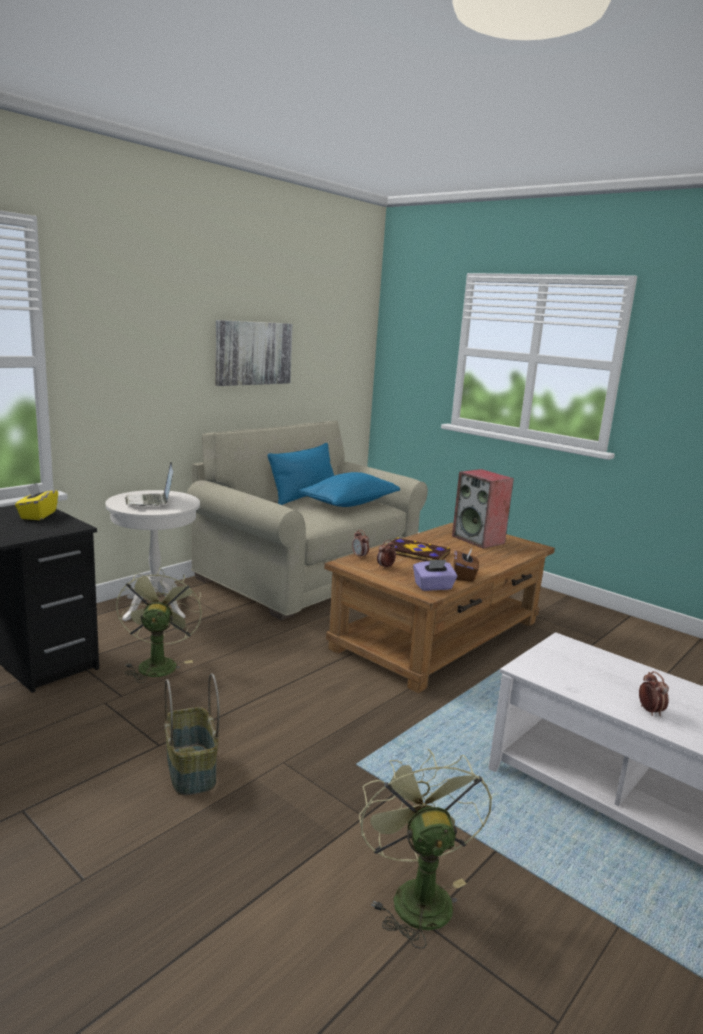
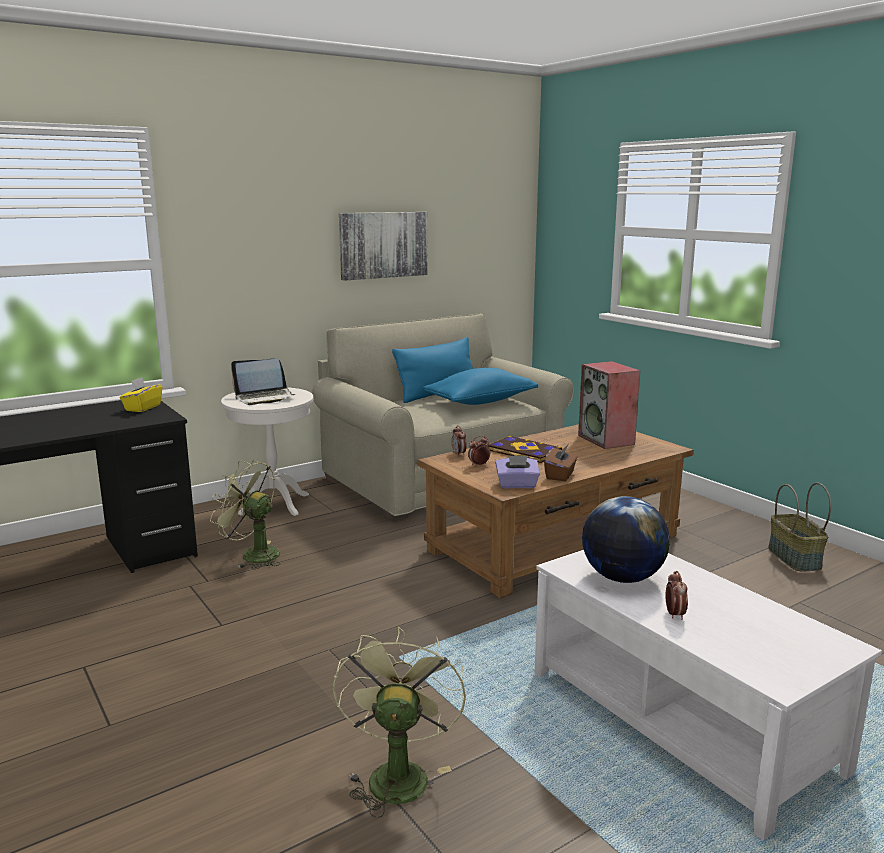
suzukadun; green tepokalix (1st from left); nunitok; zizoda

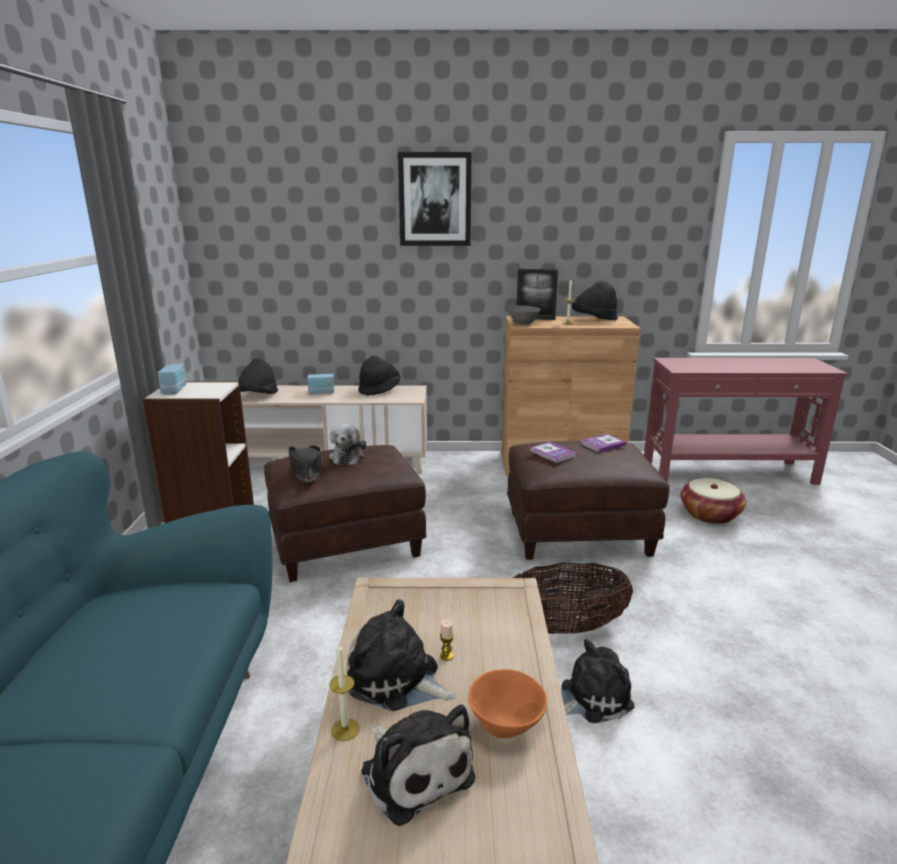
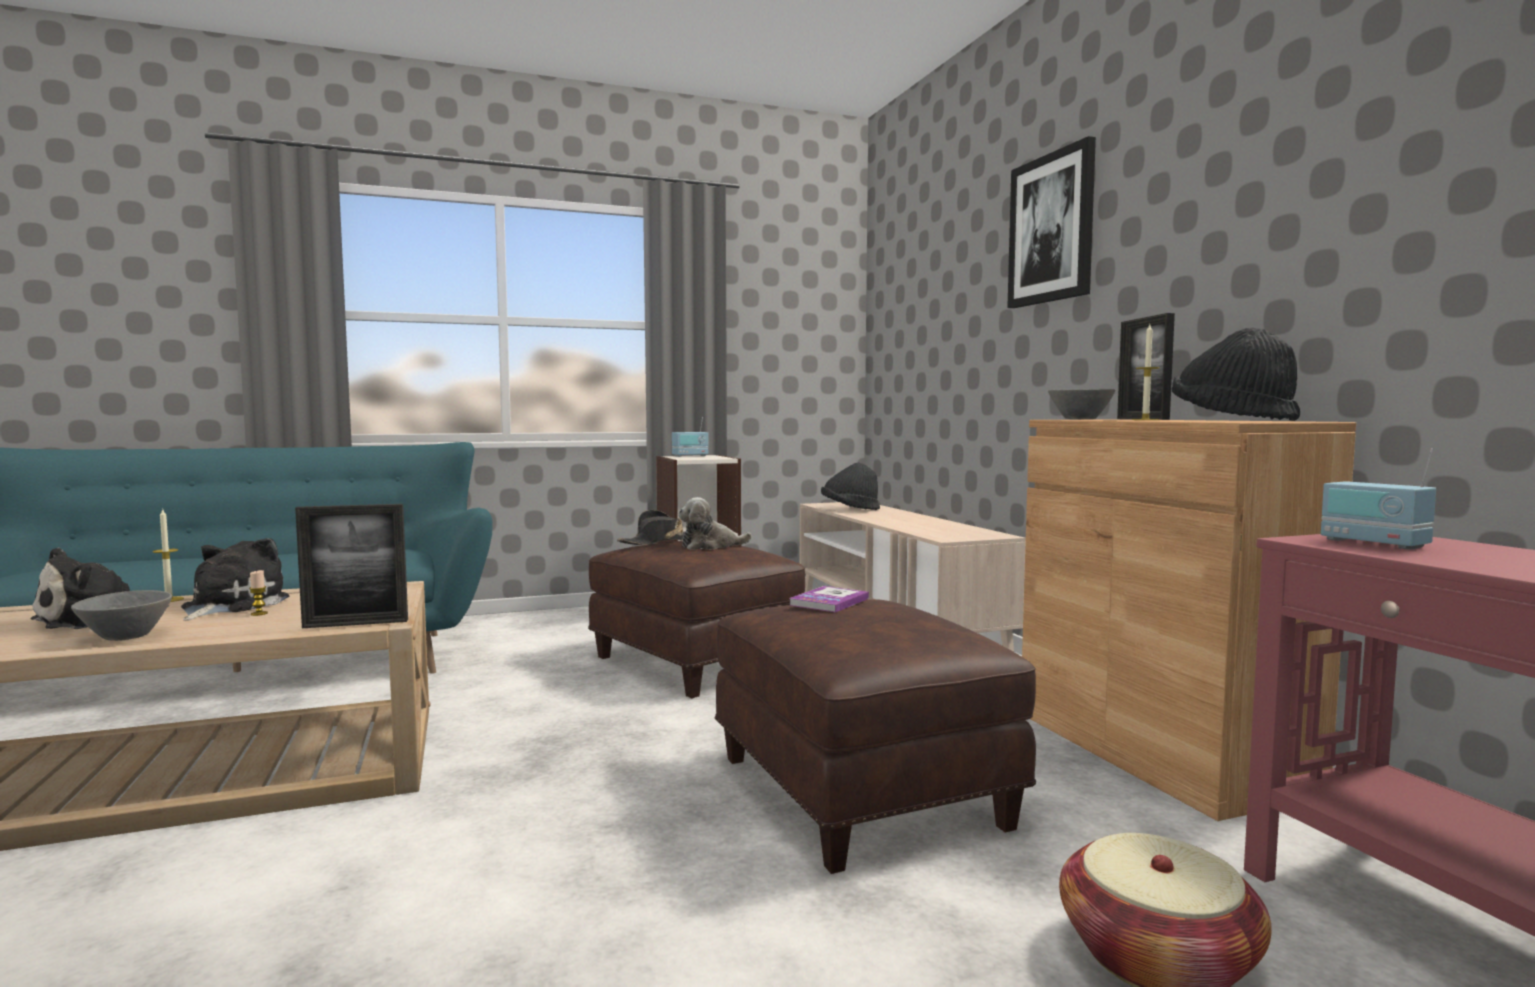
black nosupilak (3rd from left in the first image); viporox (2nd from left); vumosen (2nd from left in the first image); nunitok (1st from left in the first image); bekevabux (4th from left in the first image); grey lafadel (1st from left); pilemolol (1st from left)

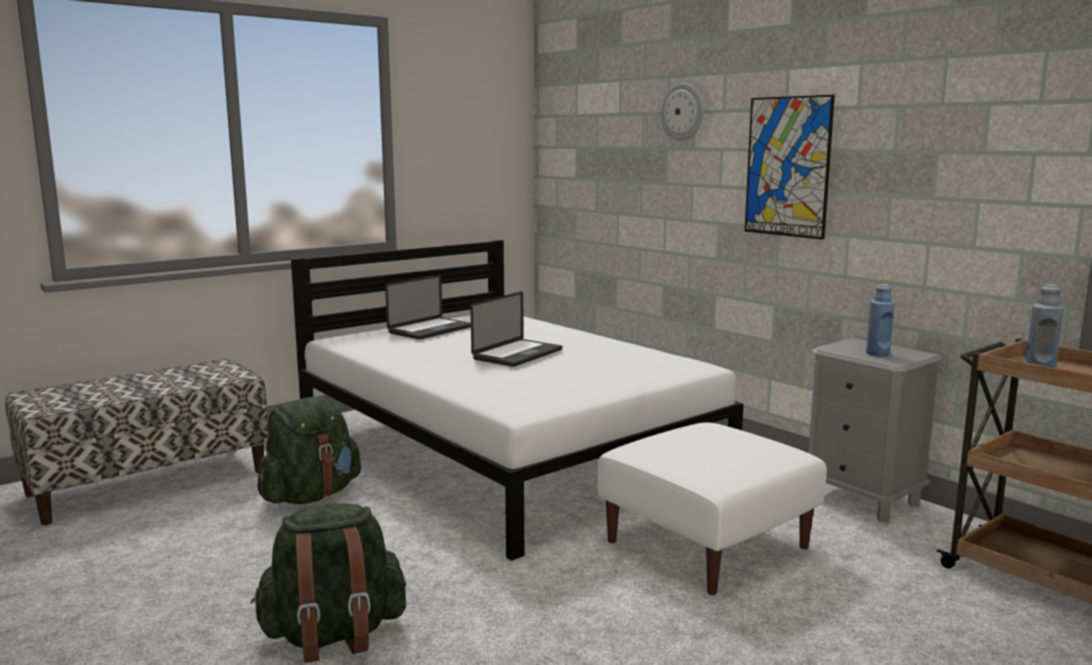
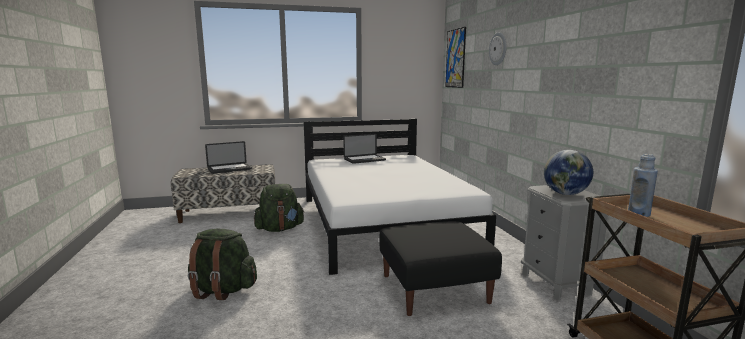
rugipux; zizoda; suzukadun (1st from left); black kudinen

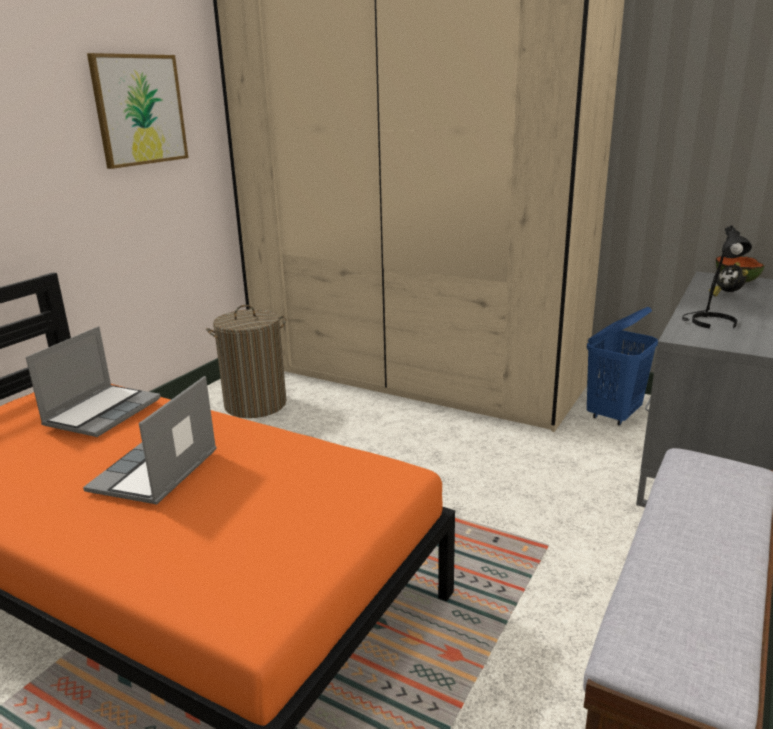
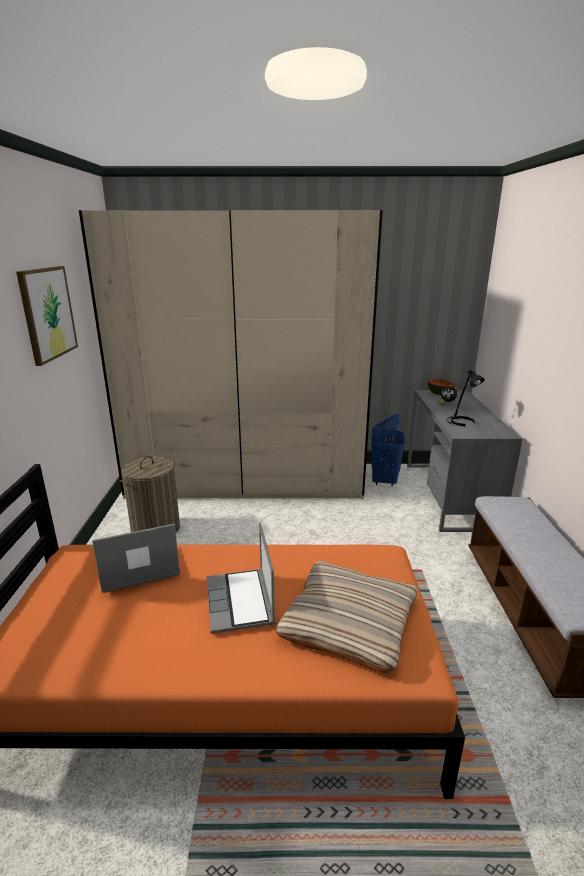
suzukadun (1st from left); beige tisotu

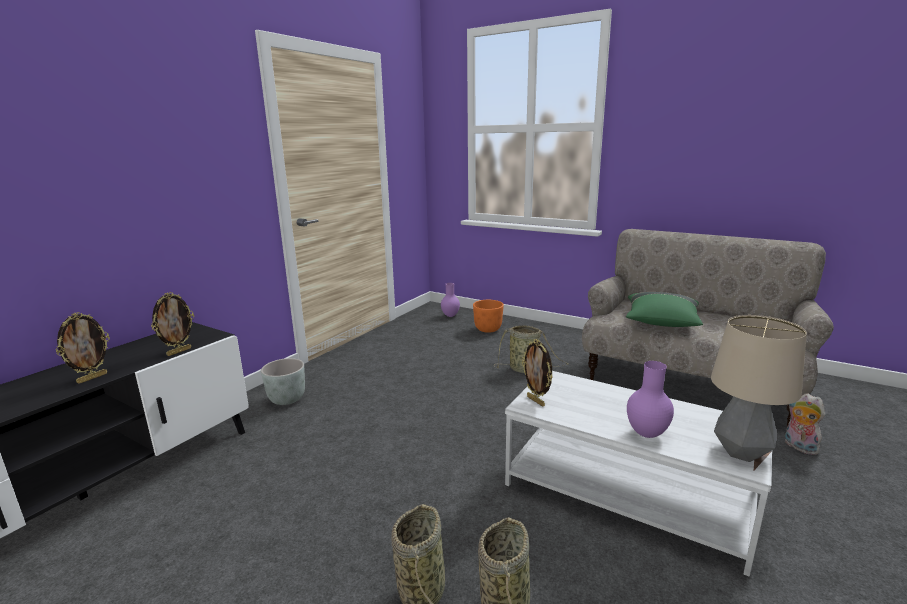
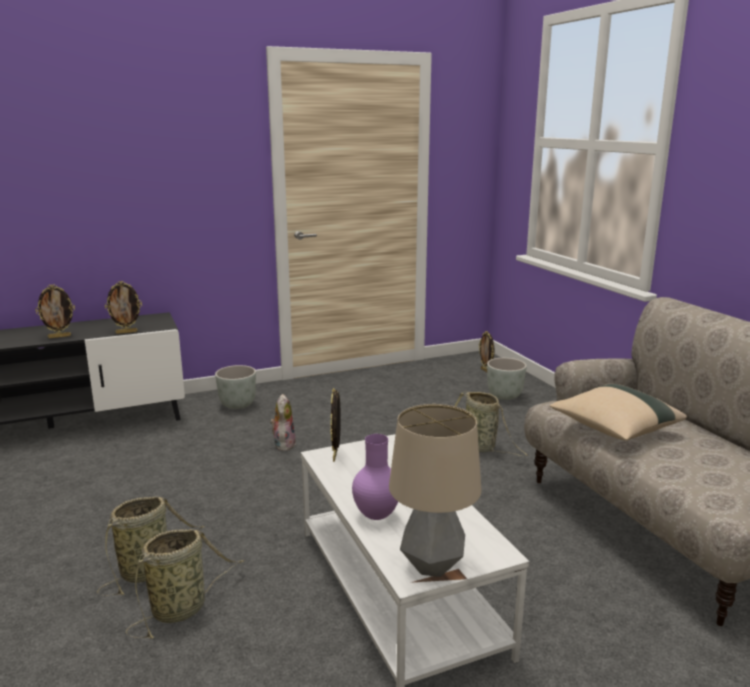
pilemolol (4th from left); beige tisotu; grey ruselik (2nd from left); bekevabux

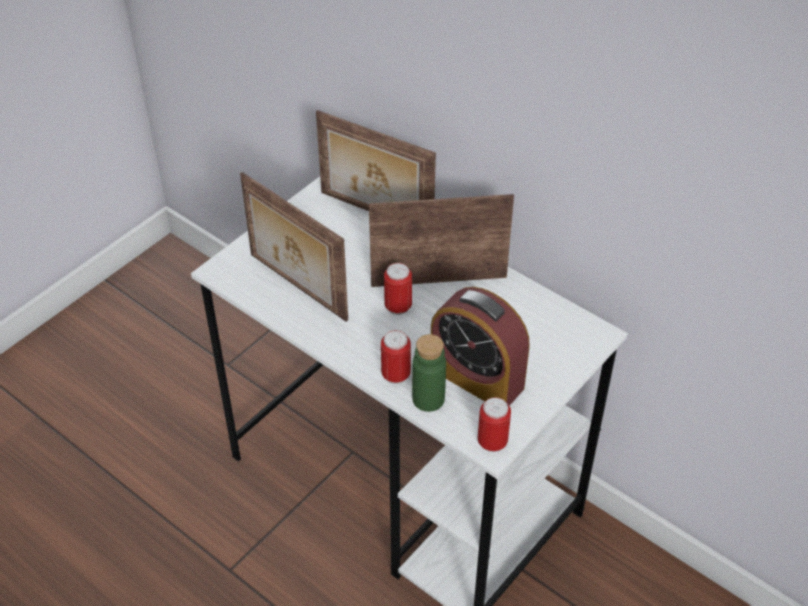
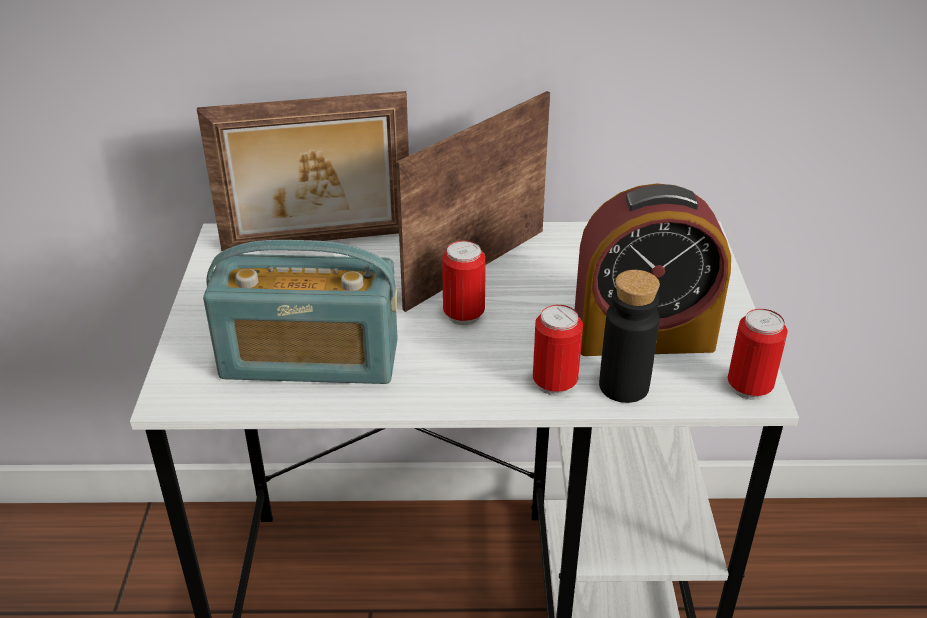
viporox; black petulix

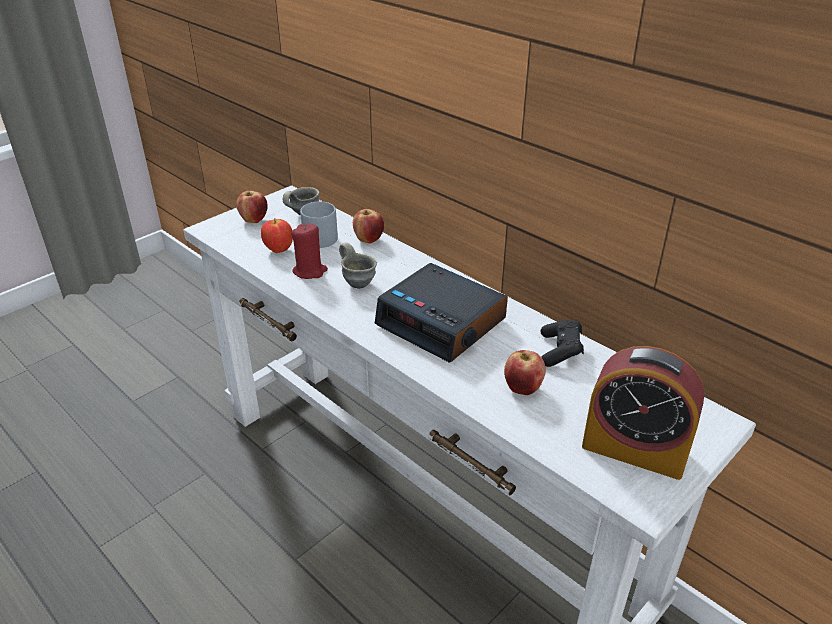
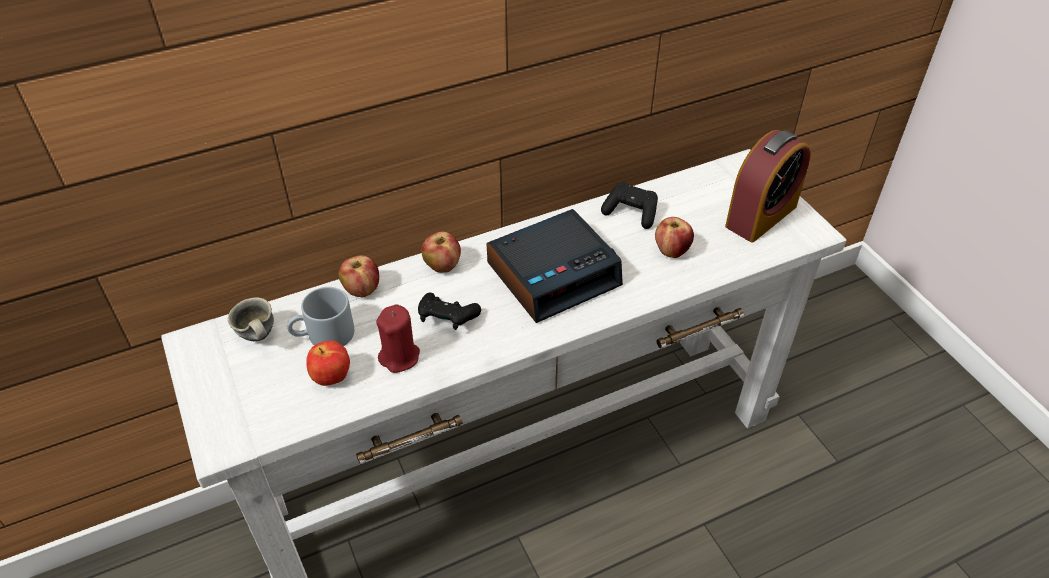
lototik (3rd from left); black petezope (1st from left)

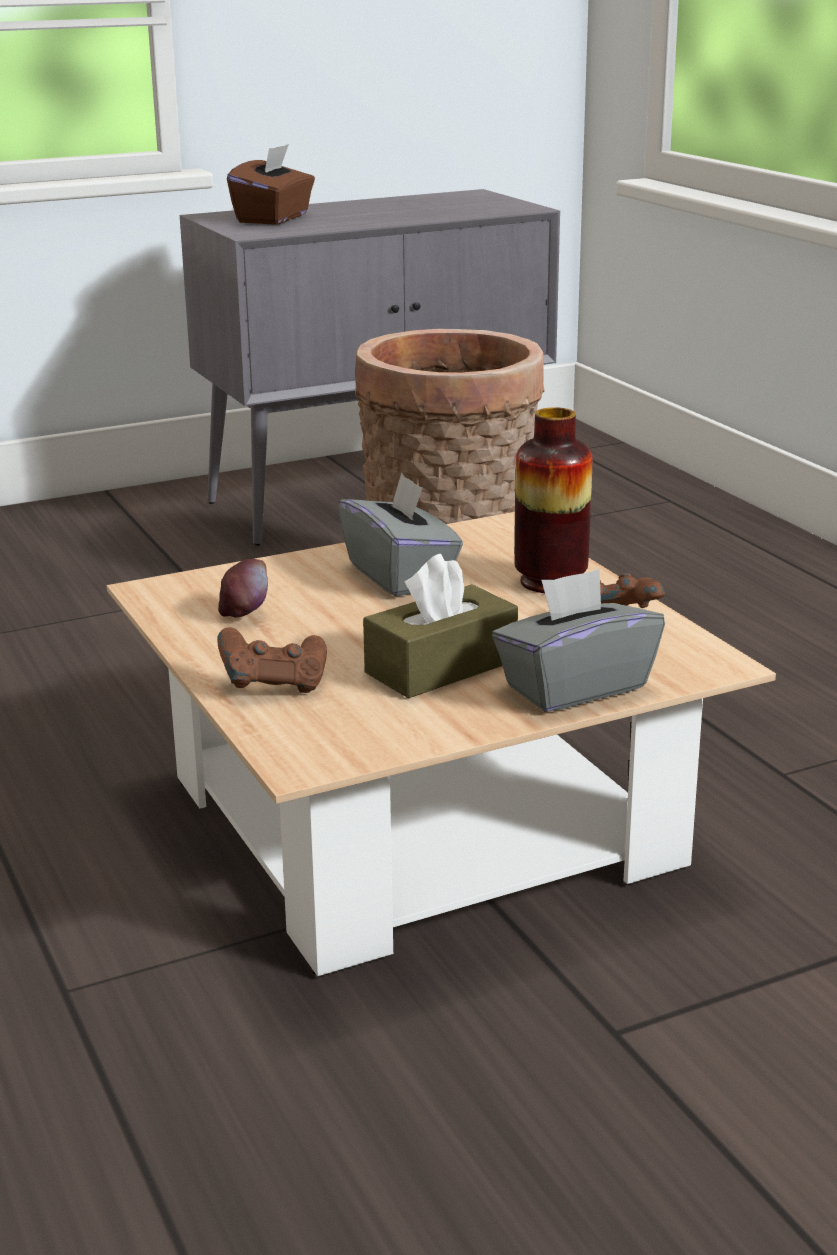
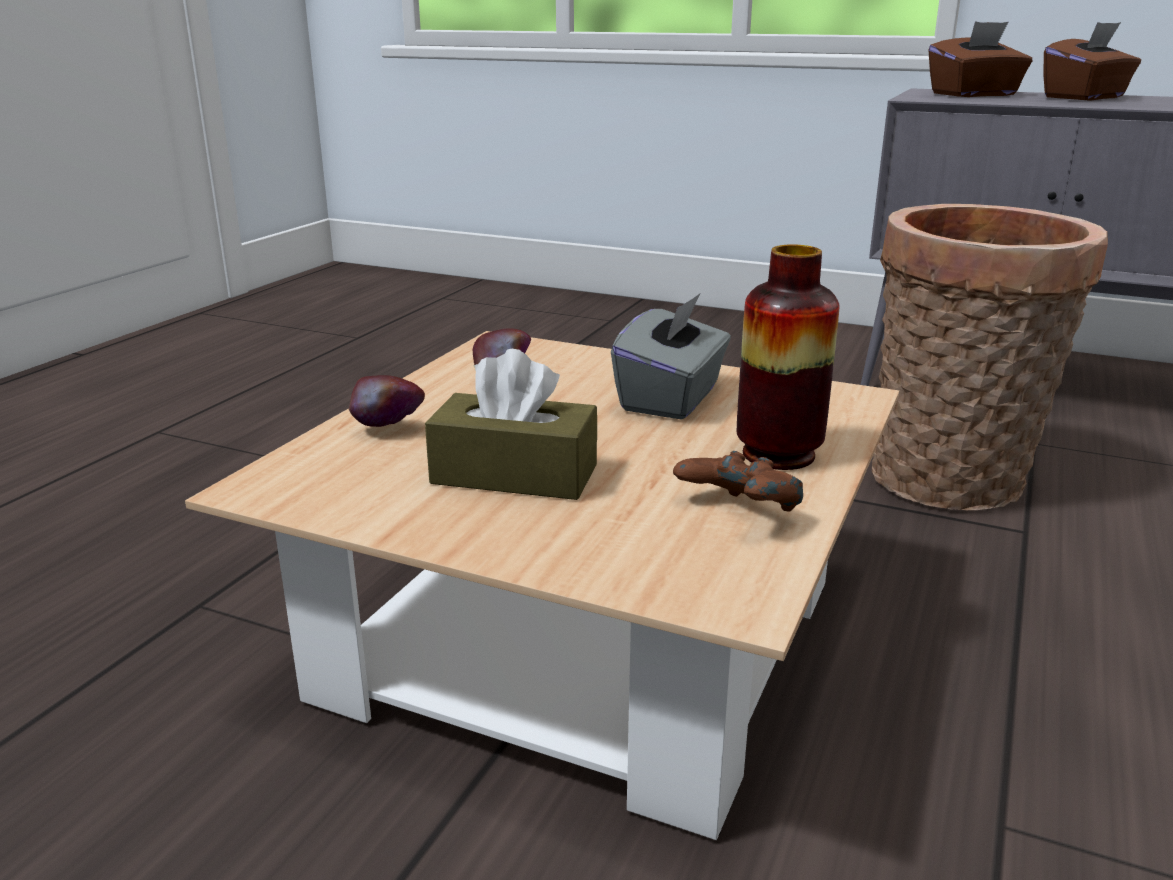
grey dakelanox (2nd from left in the first image); lototik (1st from left); brown dakelanox (3rd from left)

